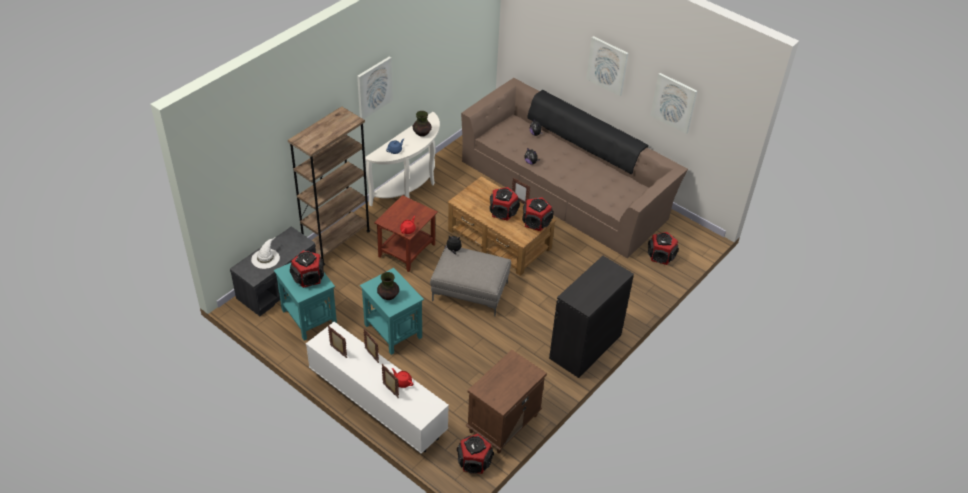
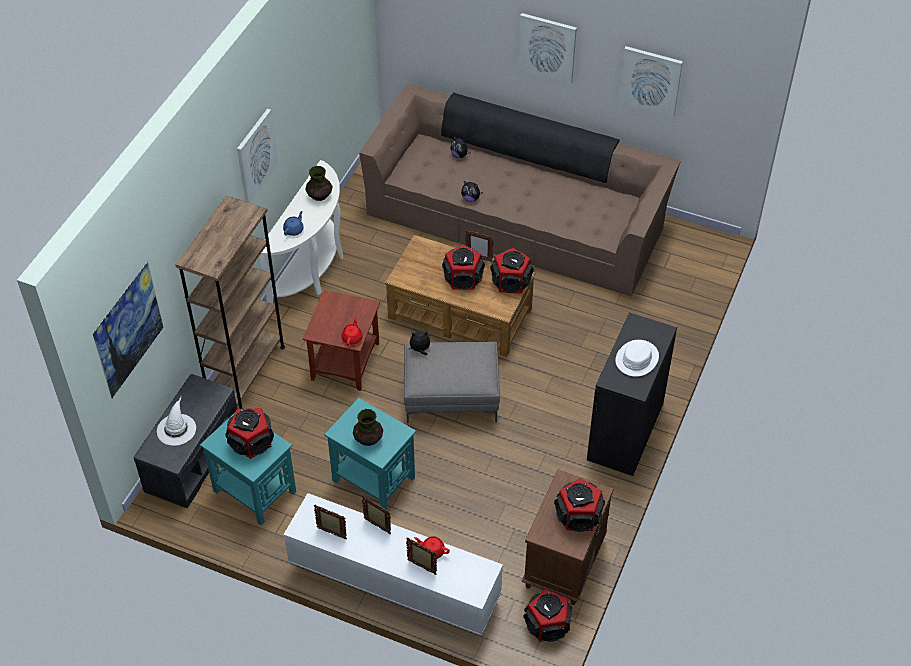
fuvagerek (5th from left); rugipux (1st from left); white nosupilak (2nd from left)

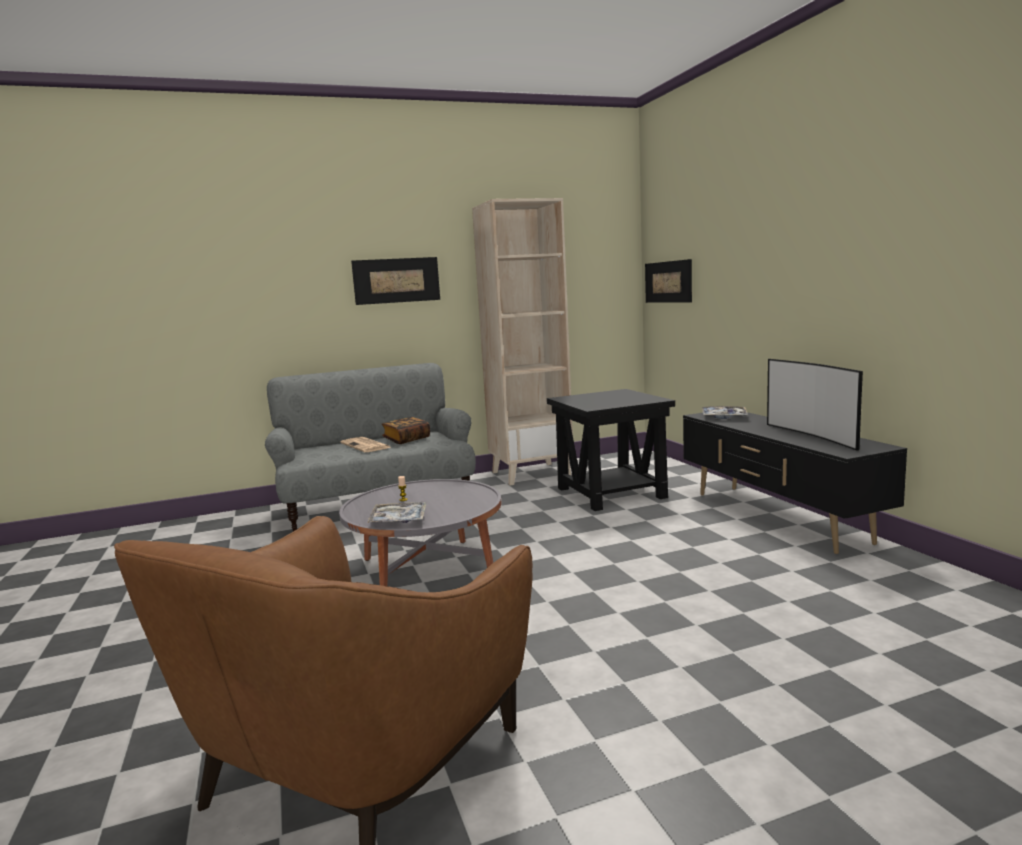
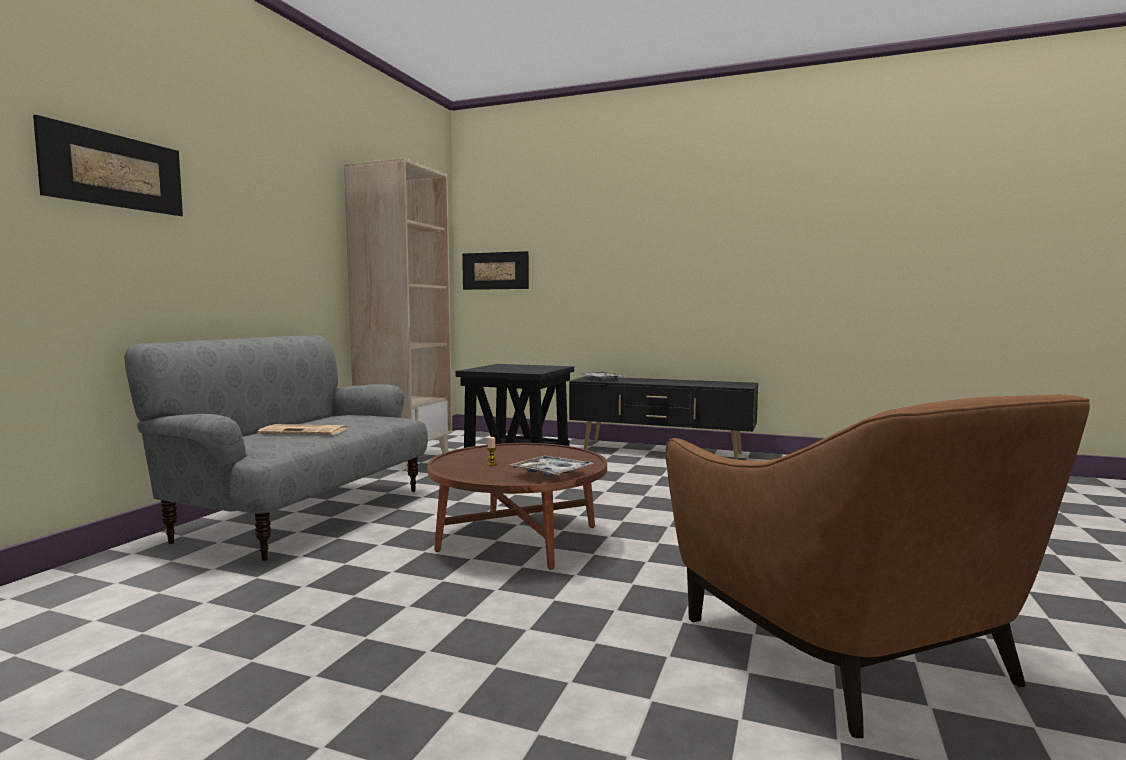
rugipux (1st from left); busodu; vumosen; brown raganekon

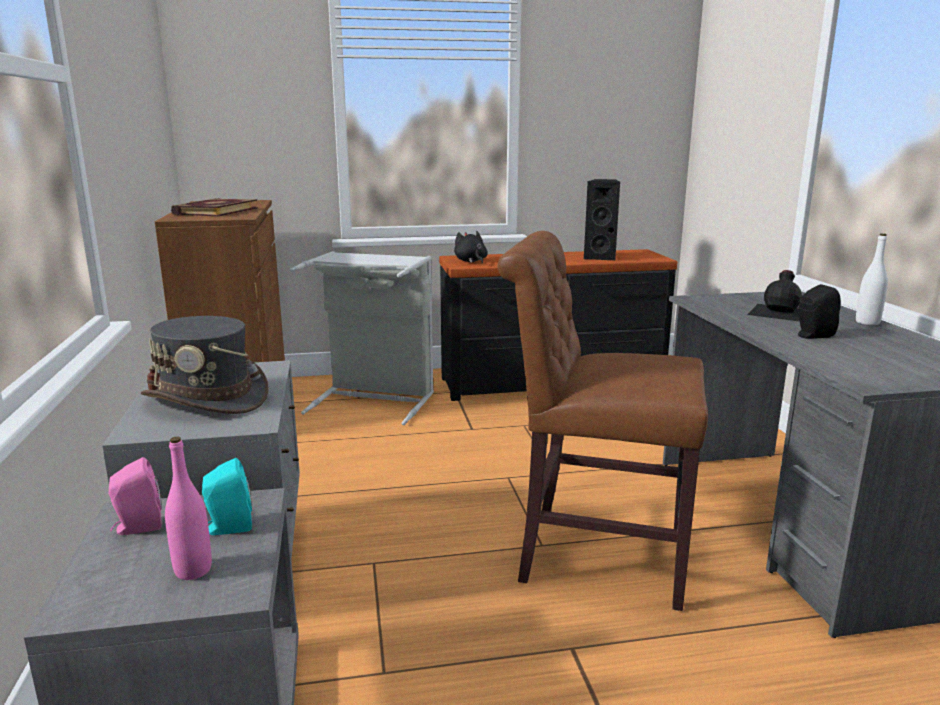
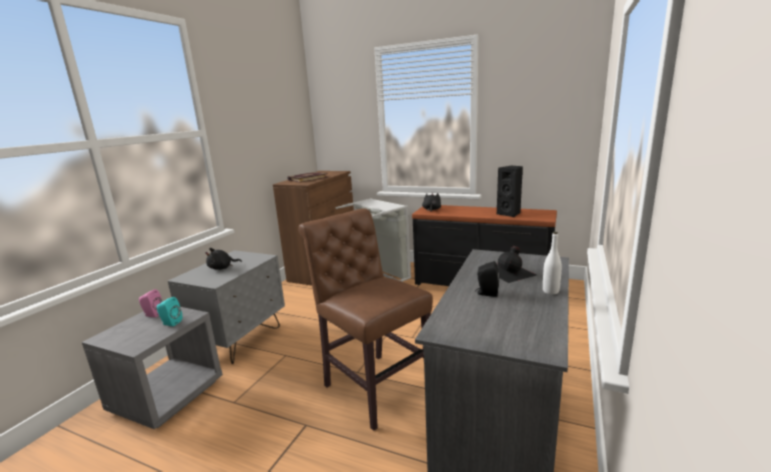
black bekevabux (1st from left); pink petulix

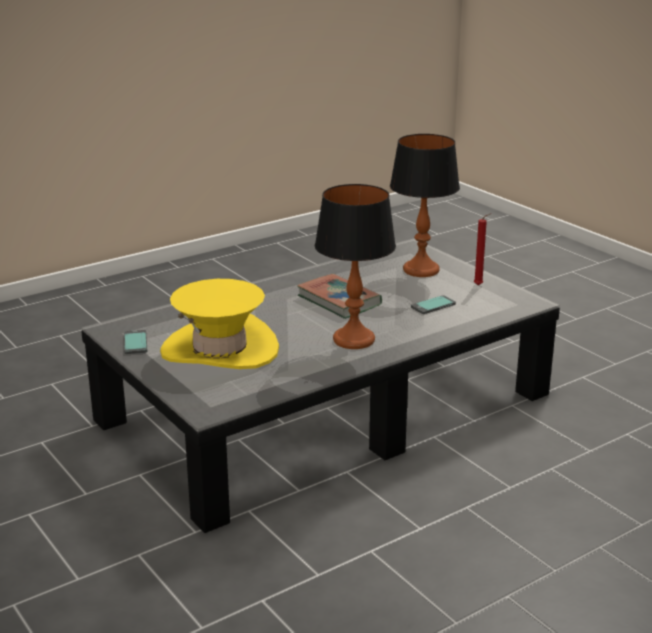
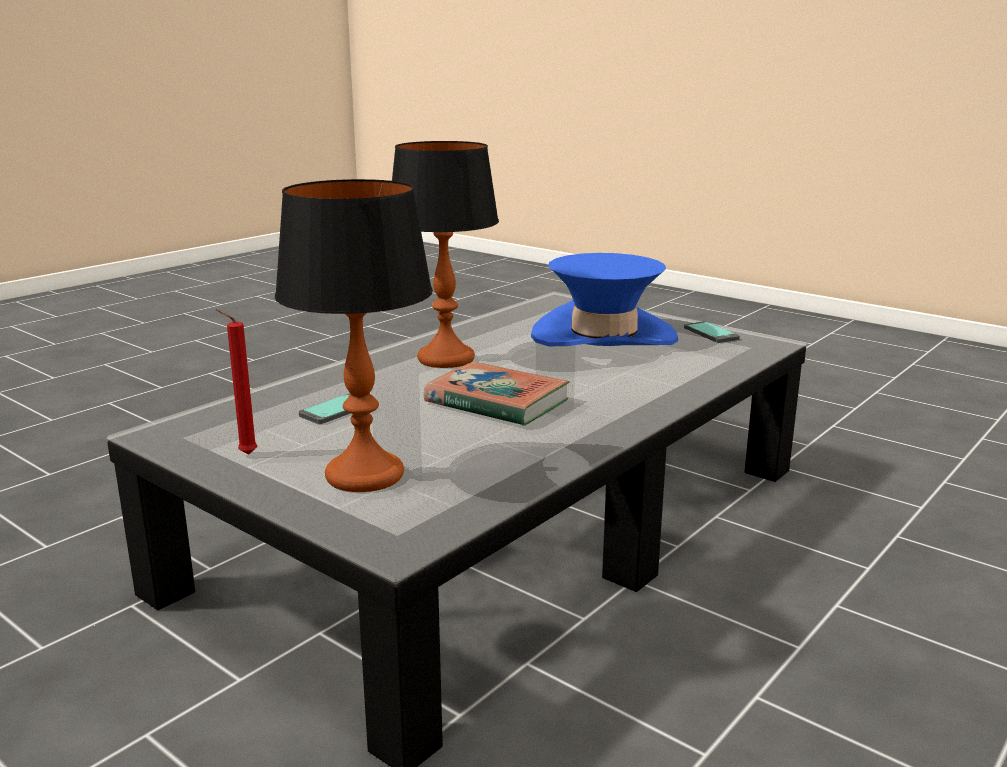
blue nosupilak

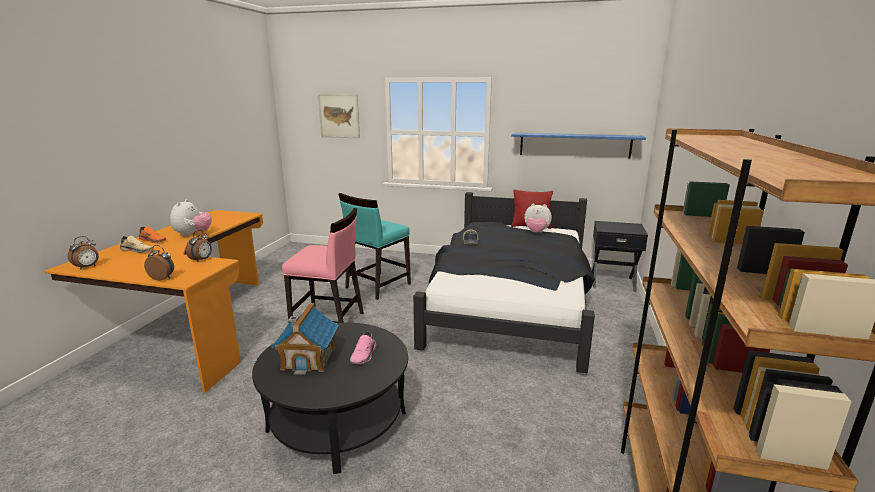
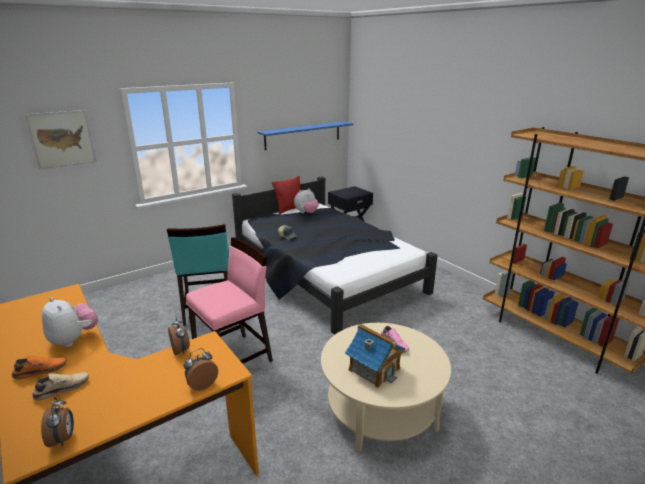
beige raganekon

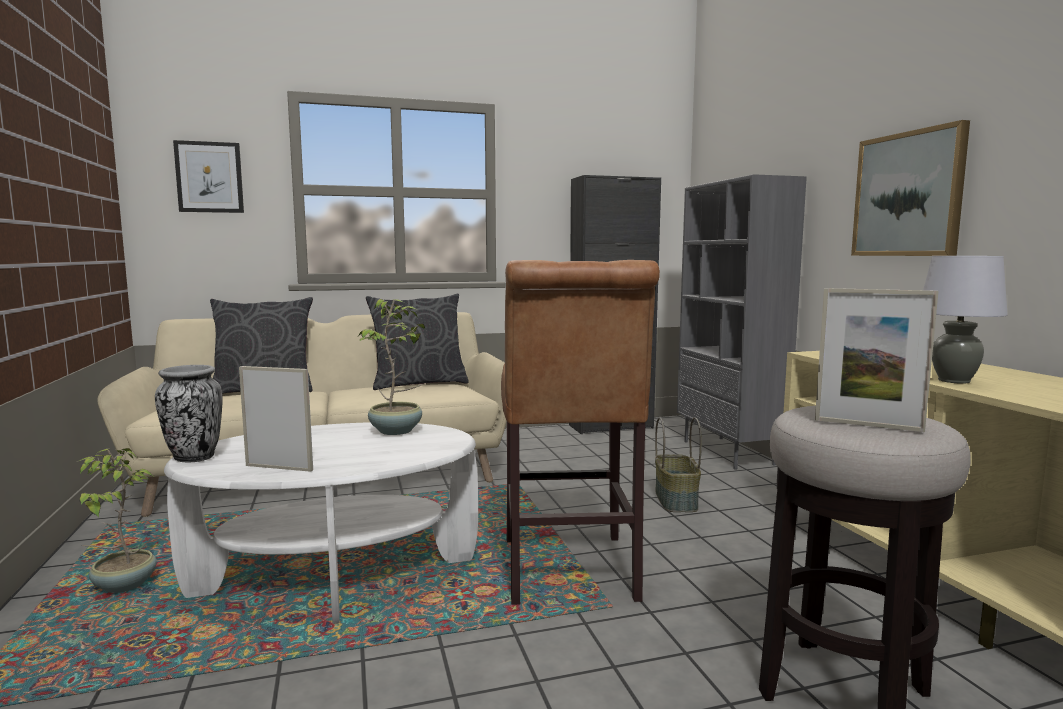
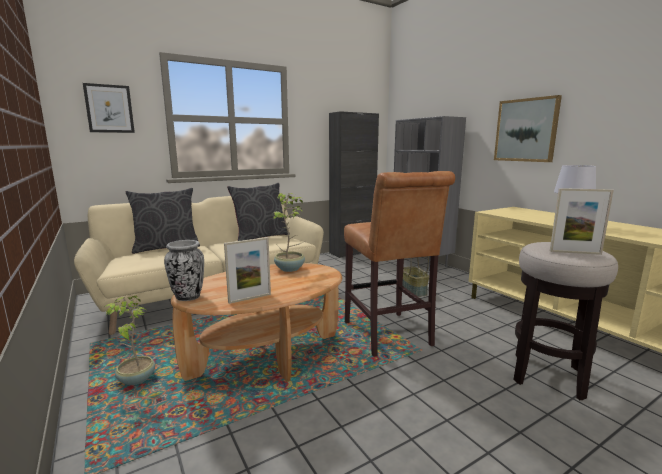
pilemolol (1st from left); brown raganekon

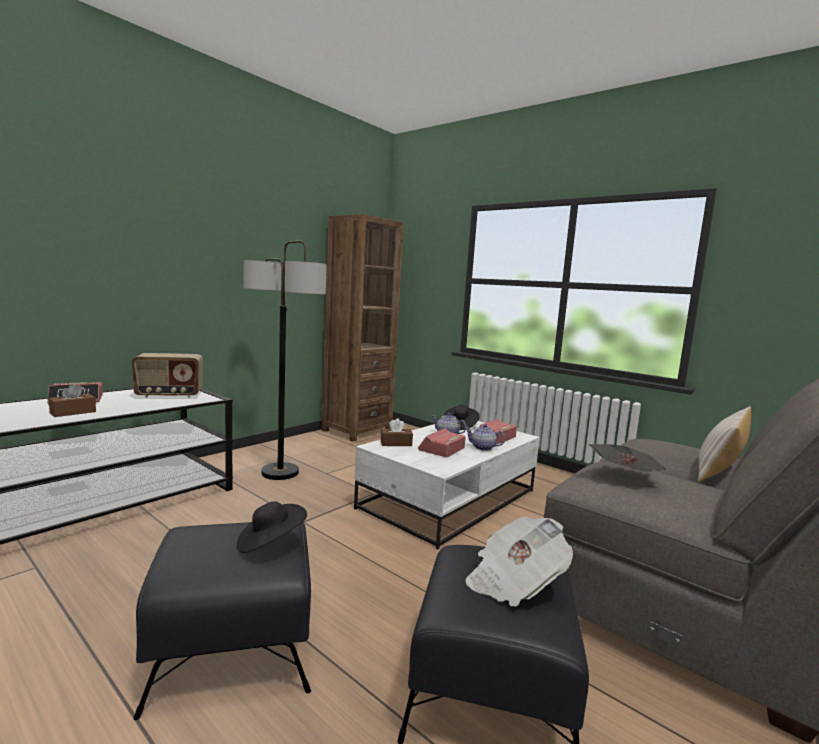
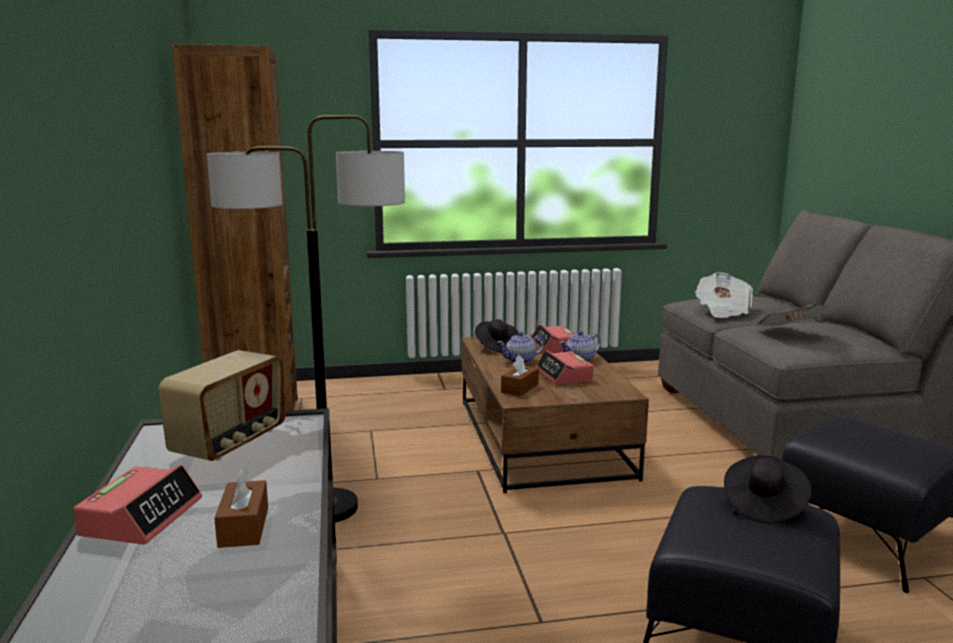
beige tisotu; brown raganekon; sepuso (1st from left)

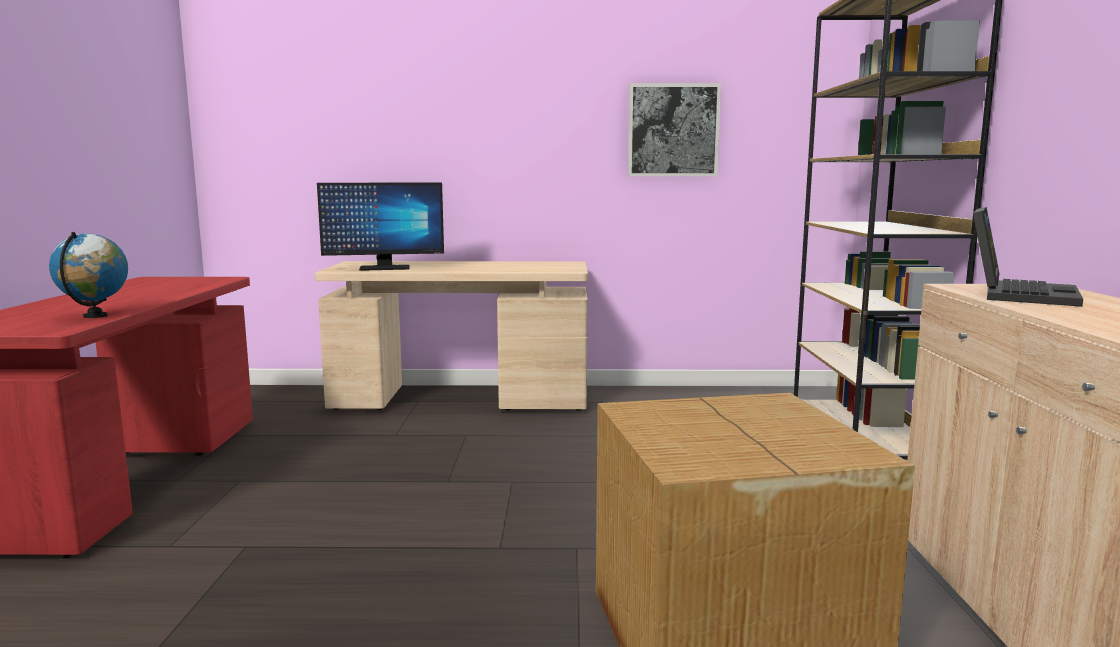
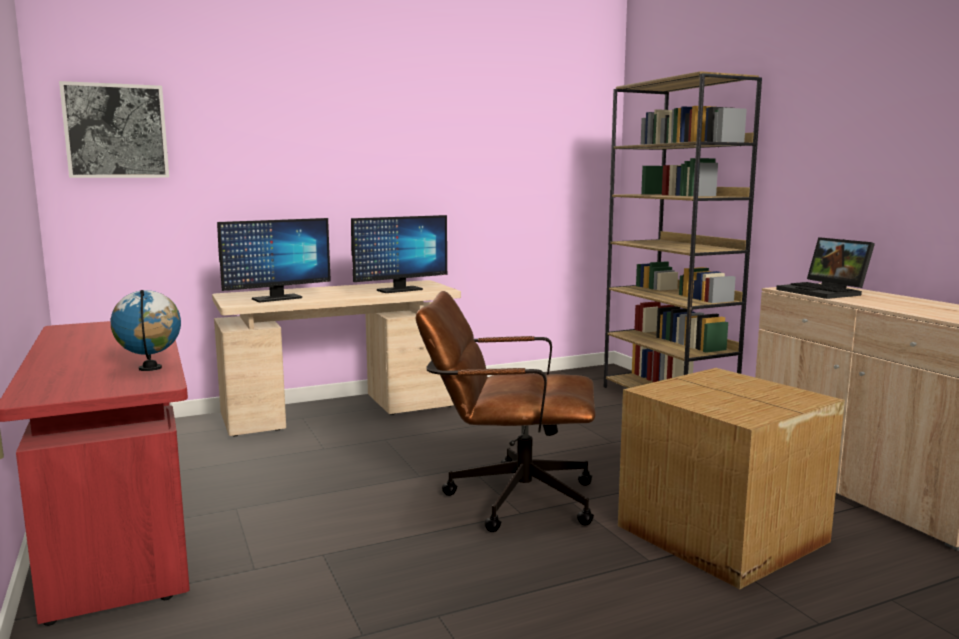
rugipux; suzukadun; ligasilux (2nd from left); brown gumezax

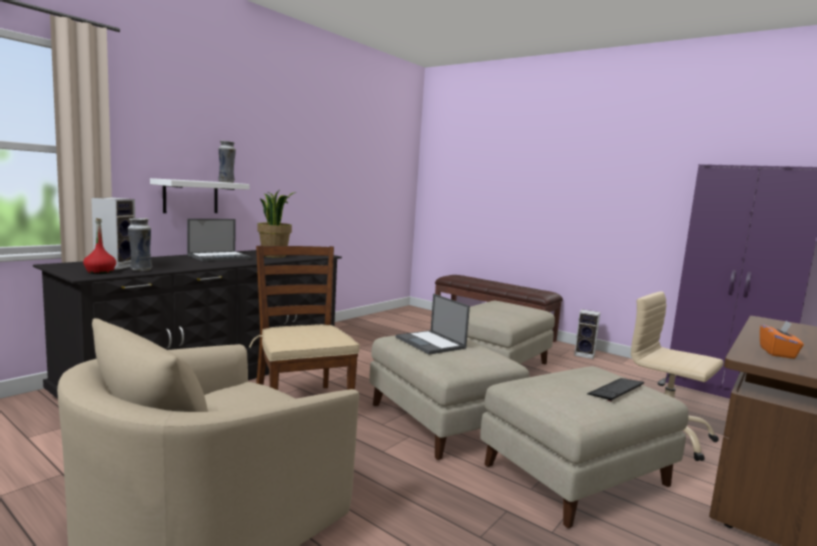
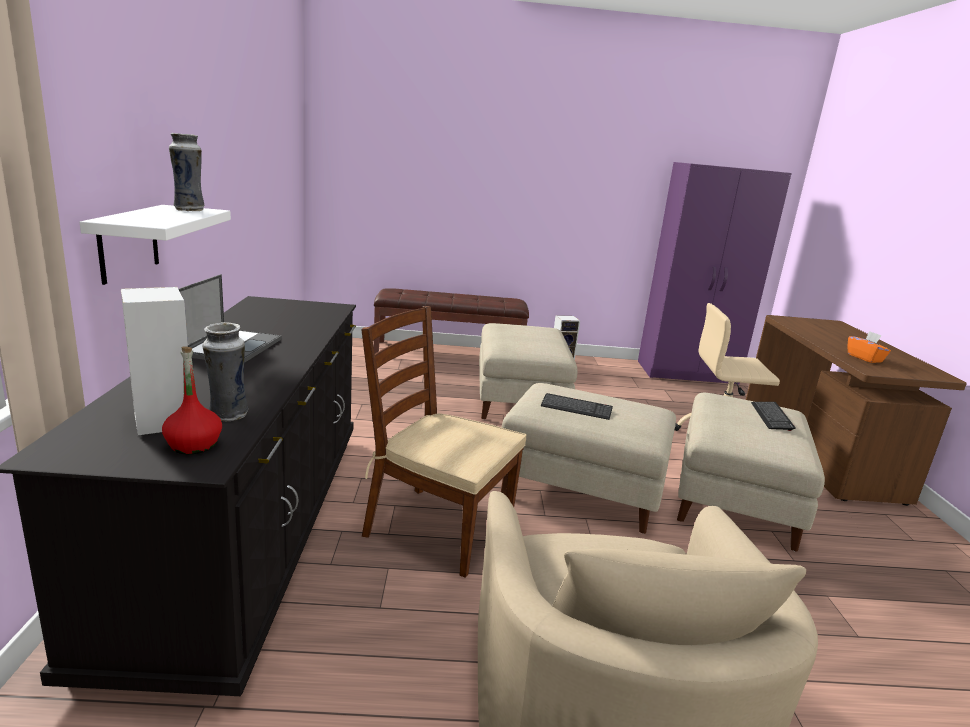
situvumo; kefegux (1st from left)

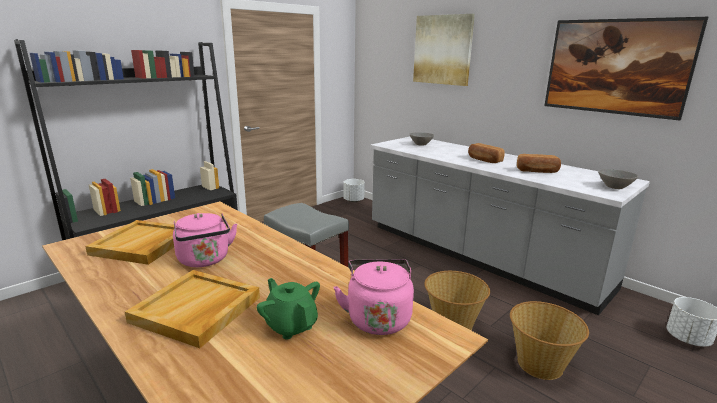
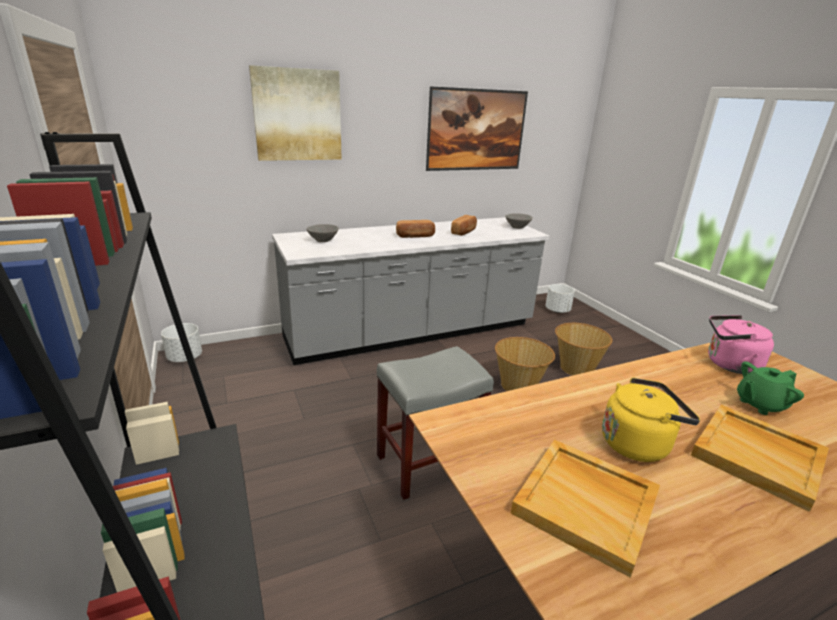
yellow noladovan

